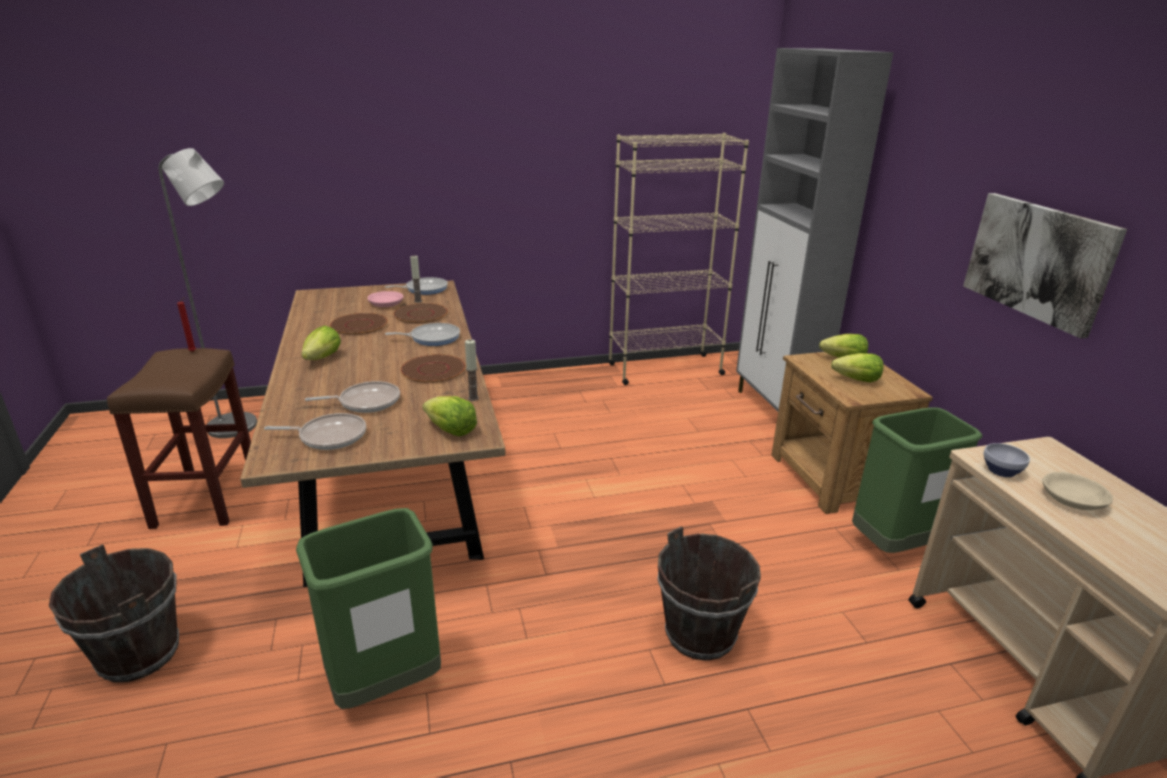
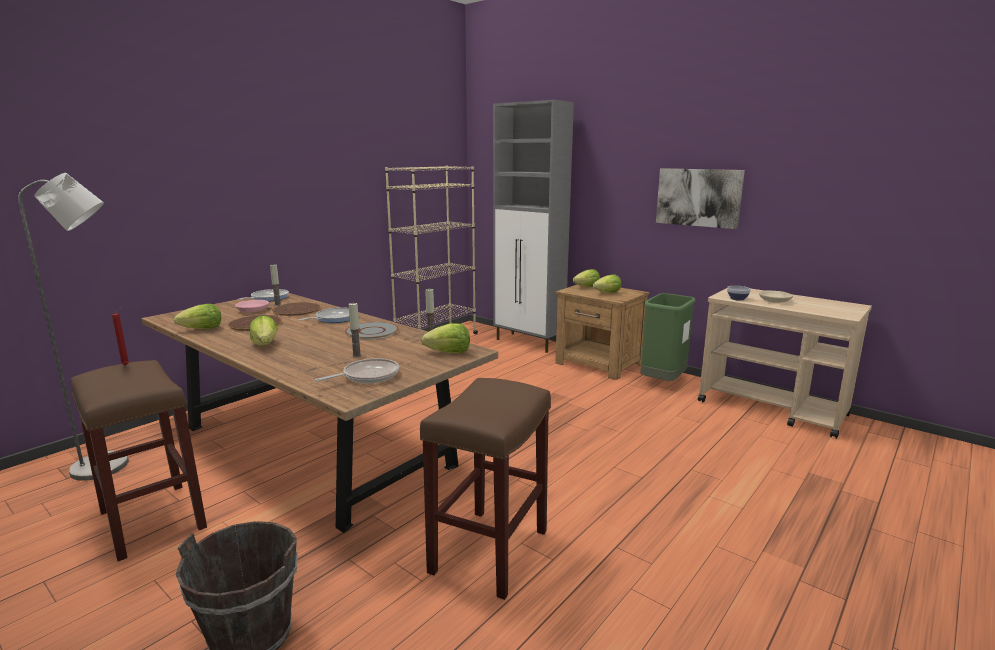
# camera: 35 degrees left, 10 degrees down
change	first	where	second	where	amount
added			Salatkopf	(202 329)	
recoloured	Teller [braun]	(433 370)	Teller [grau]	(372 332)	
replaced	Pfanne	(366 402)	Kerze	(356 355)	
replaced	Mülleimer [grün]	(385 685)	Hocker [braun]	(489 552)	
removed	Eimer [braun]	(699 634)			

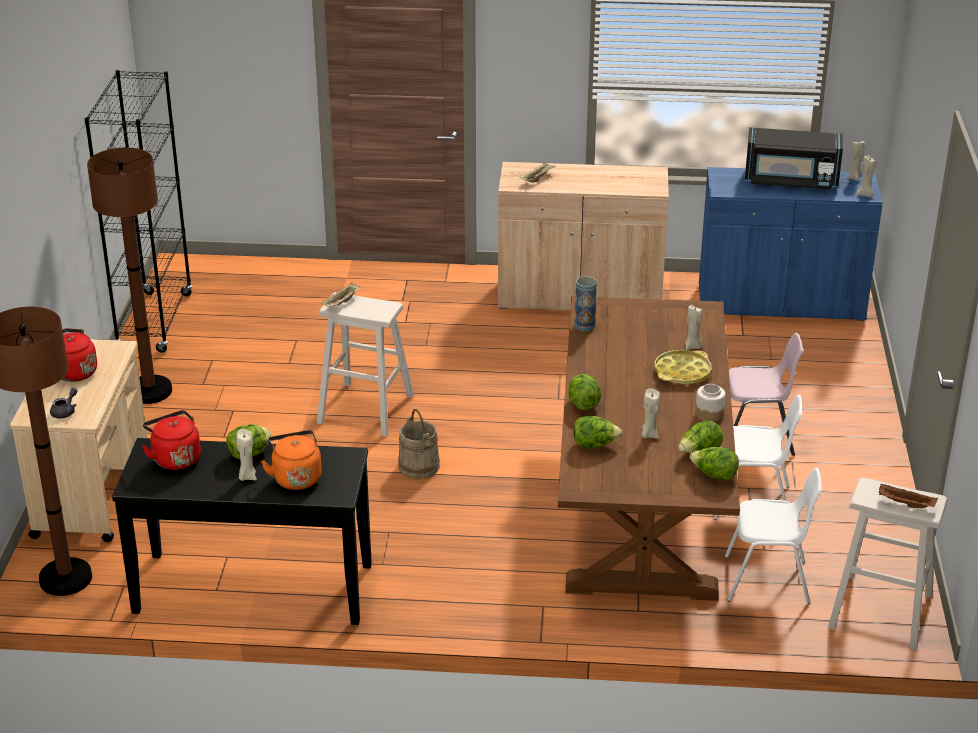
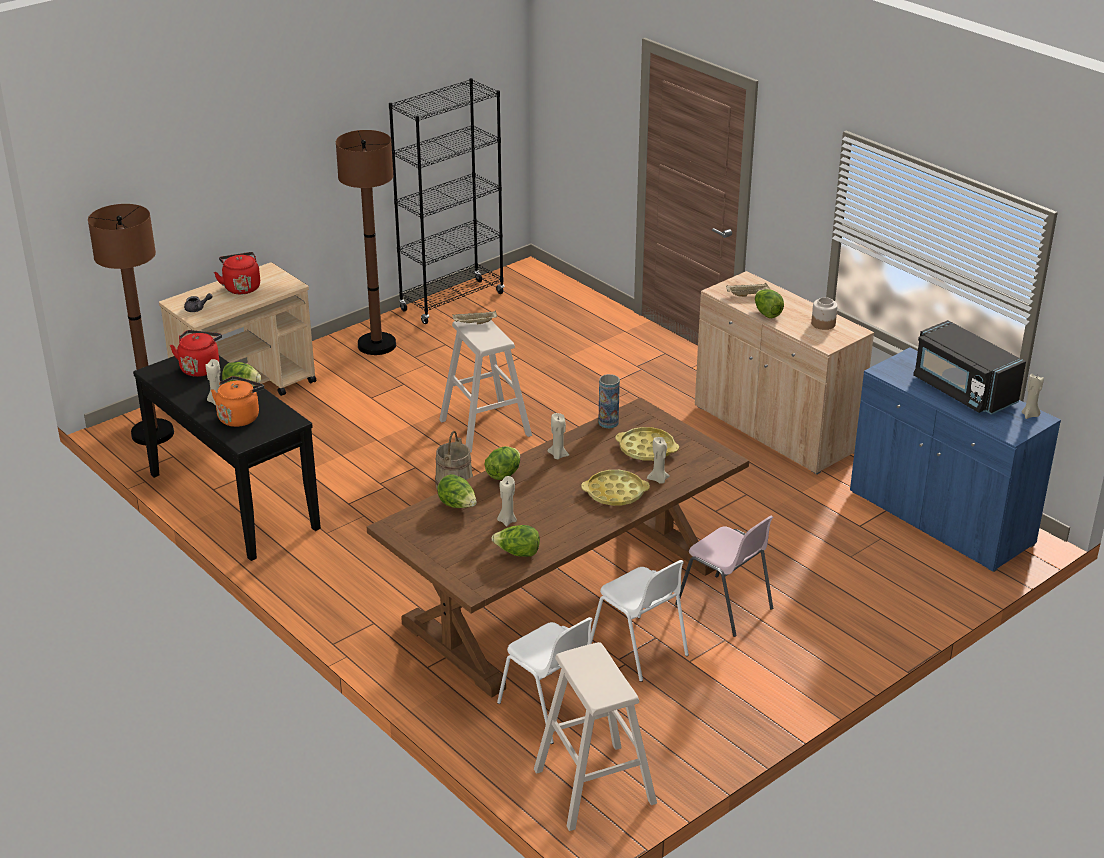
# camera: 45 degrees right, 0 degrees up
change	first	where	second	where	amount
moved	Kerze [beige]	(865 195)		(558 455)	
added			Tablett [gelb]	(646 449)	
moved	Salatkopf	(714 476)		(767 313)	
moved	Vorratsglas	(709 414)		(823 324)	
removed	Tablett [braun]	(905 504)			

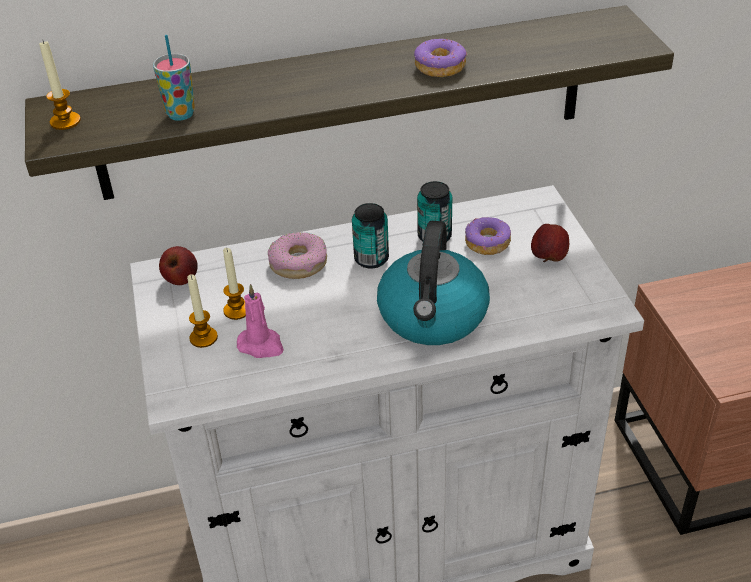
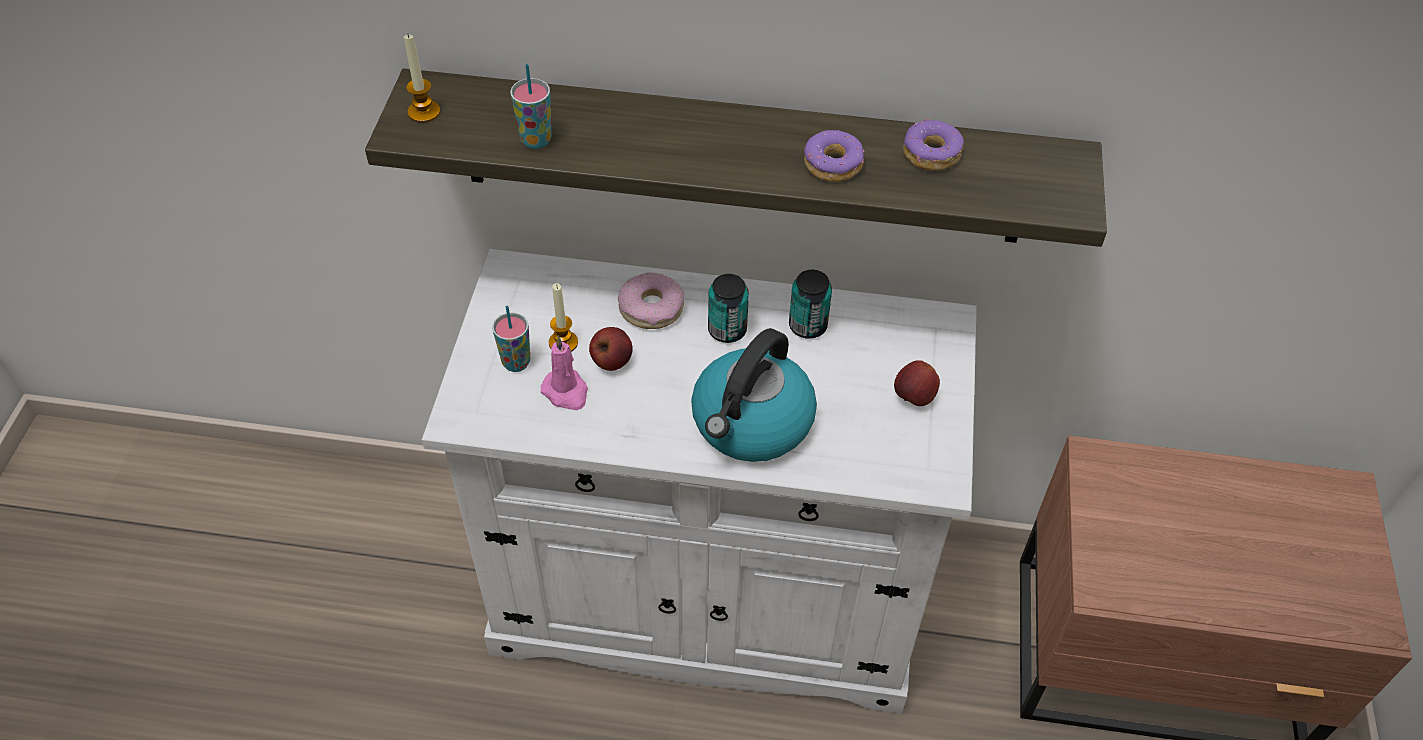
# camera: 20 degrees right, 10 degrees up
change	first	where	second	where	amount
replaced	Kerze	(203 338)	Tasse	(516 363)	
moved	Apfel	(181 280)		(611 362)	
moved	Donut	(487 243)		(931 154)	

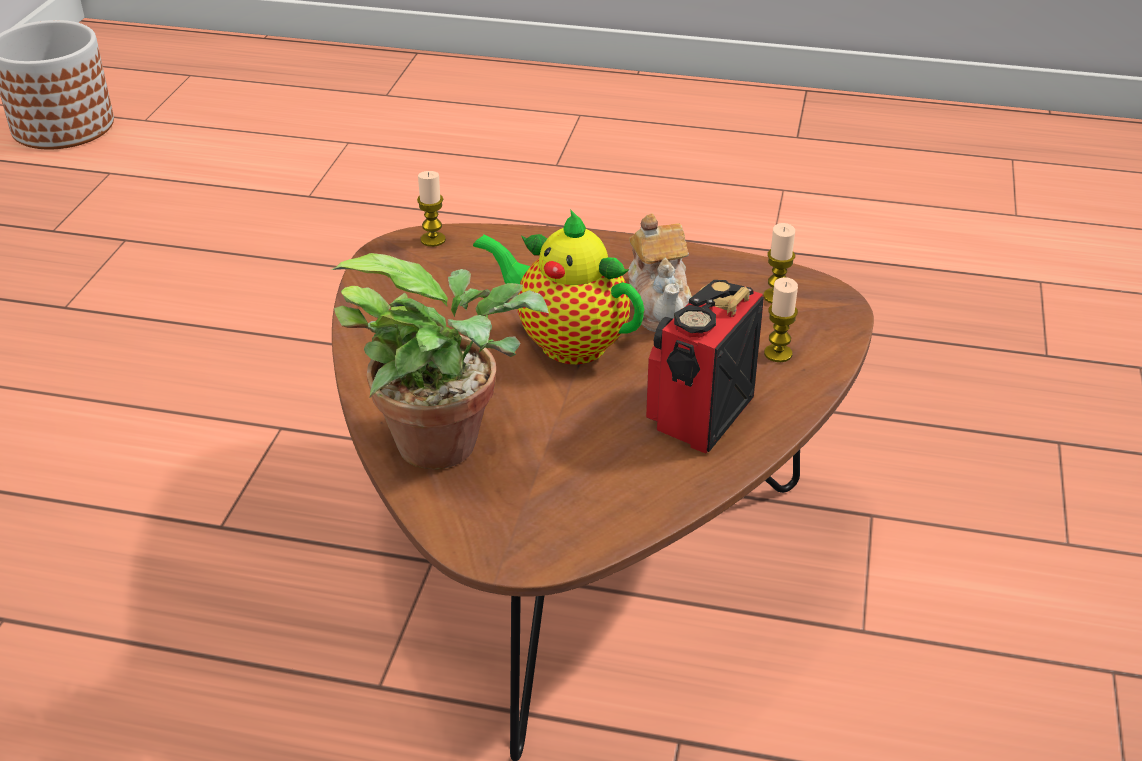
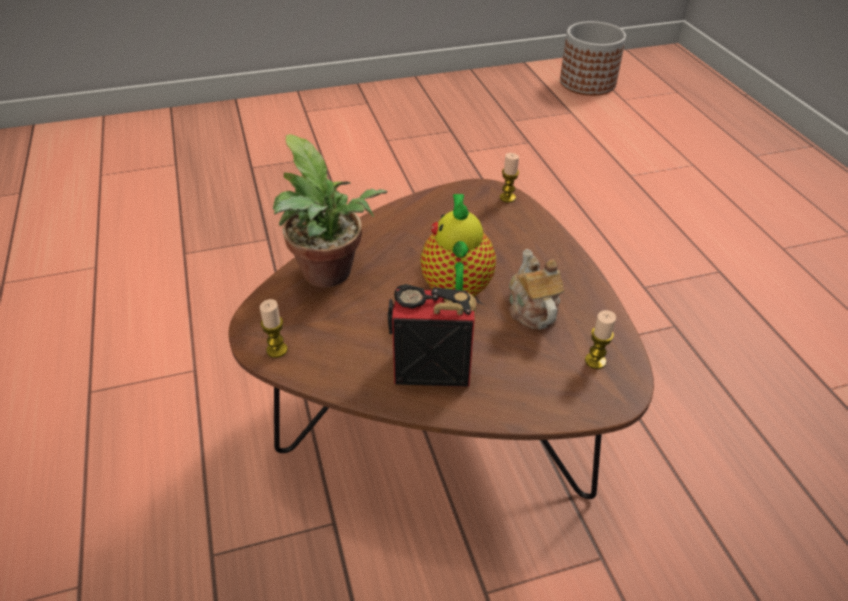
# camera: 60 degrees right, 5 degrees up
change	first	where	second	where	amount
moved	Kerze	(778 354)		(277 350)	
turned	Teekanne	(660 305)		(531 309)	120 degrees clockwise

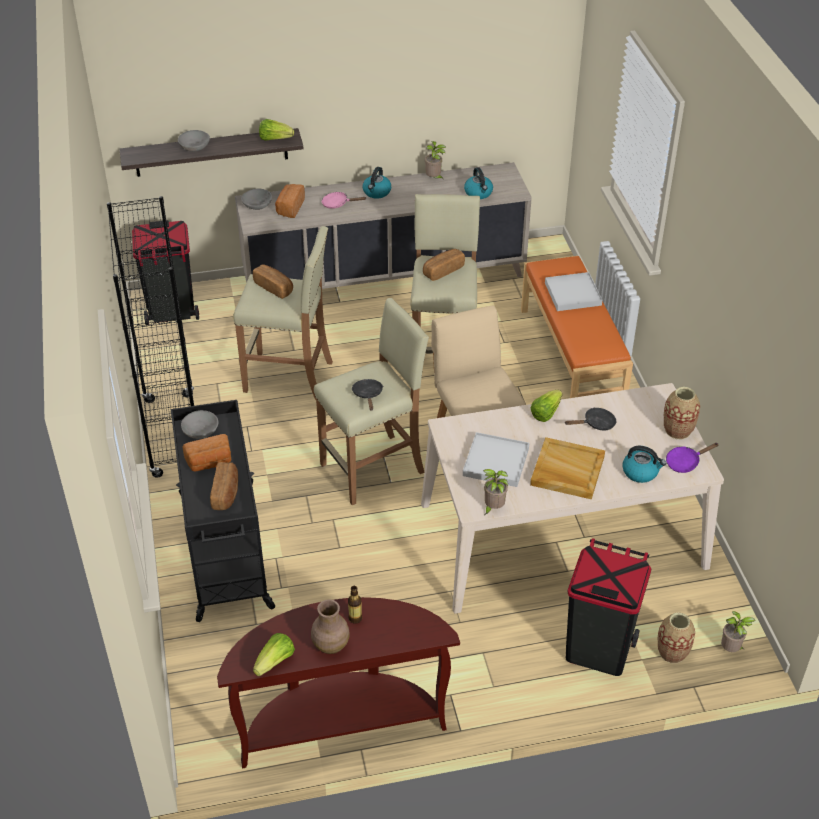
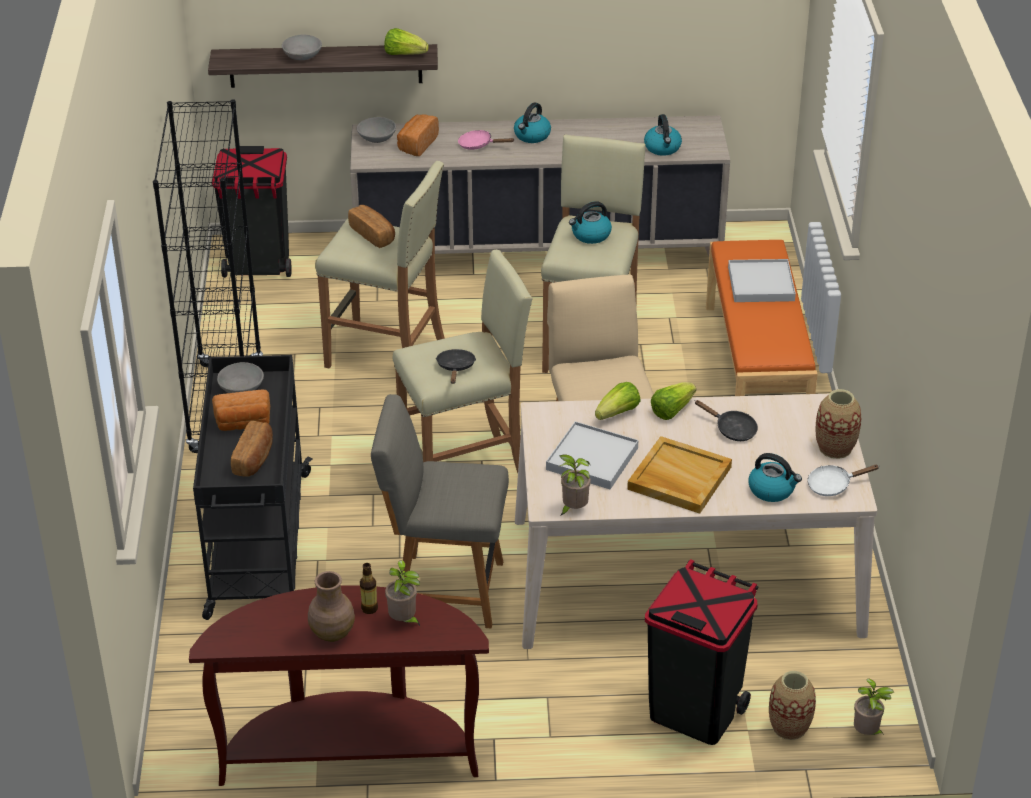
# camera: 10 degrees right, 5 degrees down
change	first	where	second	where	amount
added			Stuhl [grau]	(444 590)	
moved	Topfpflanze	(434 178)		(404 621)	
replaced	Brot	(443 270)	Wasserkessel	(590 235)	
moved	Salatkopf	(275 662)		(618 413)	
turned	Pfanne [schwarz]	(596 424)		(732 429)	45 degrees clockwise
recoloured	Pfanne [lila]	(685 462)	Pfanne [weiß]	(833 485)	

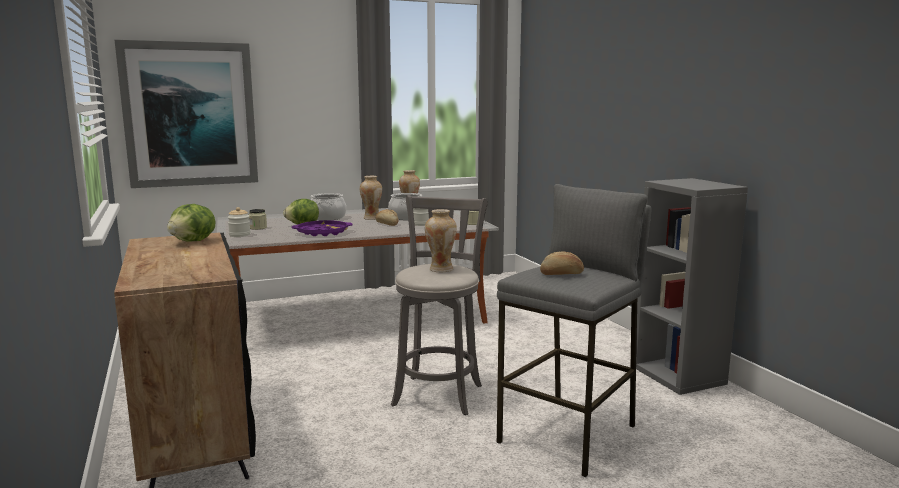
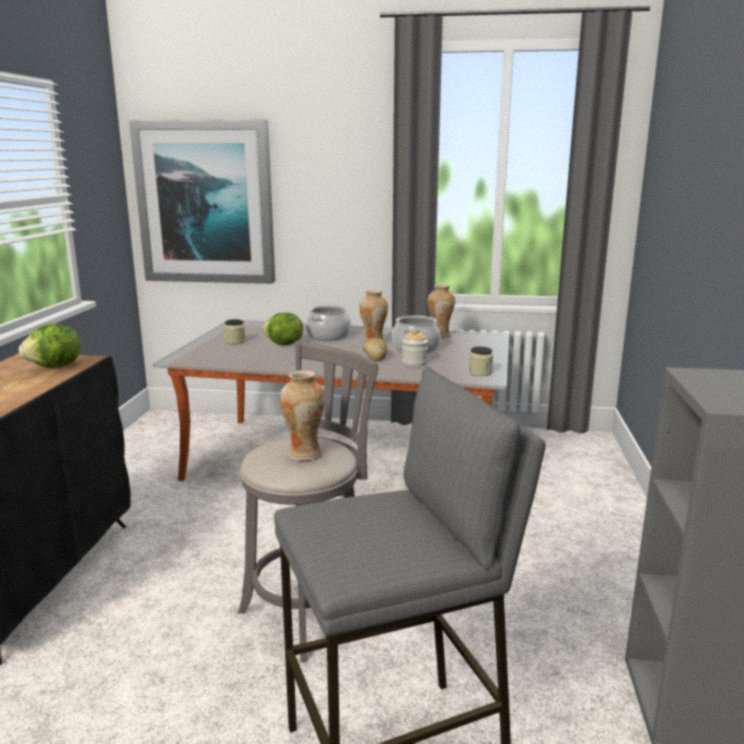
# camera: 30 degrees right, 5 degrees up
change	first	where	second	where	amount
removed	Vorratsglas	(239 235)			
removed	Tablett [lila]	(322 232)			
removed	Brot	(562 274)			

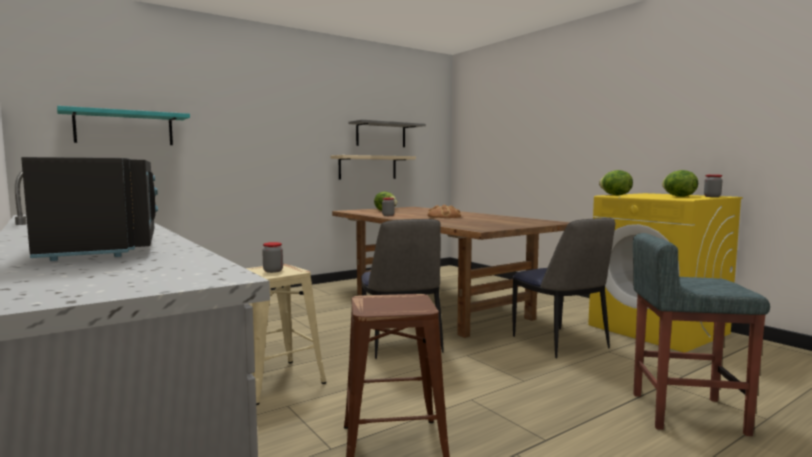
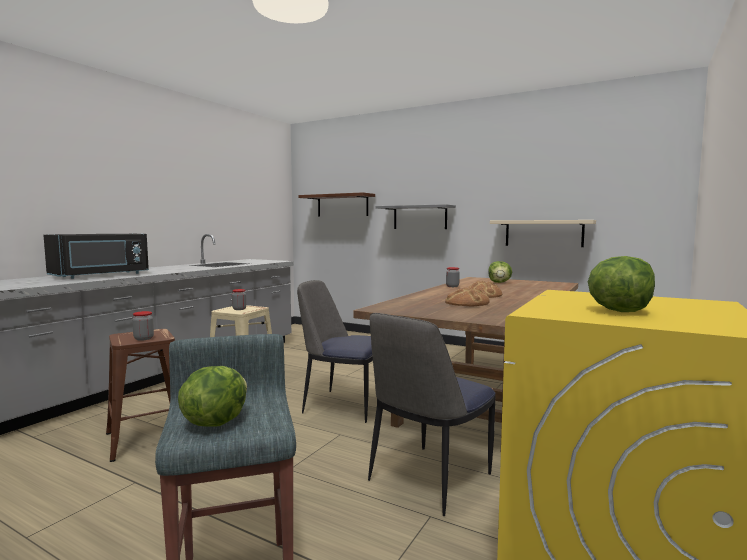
# camera: 65 degrees right, 0 degrees up
change	first	where	second	where	amount
moved	Vorratsglas	(712 196)		(143 338)	
moved	Salatkopf	(615 195)		(214 422)	
turned	Stuhl	(401 345)		(343 405)	60 degrees clockwise
recoloured	Wandregal [türkis]	(124 128)	Wandregal [braun]	(342 205)	
moved	Wandregal [grau]	(381 135)		(420 217)	
added			Brot	(467 303)	

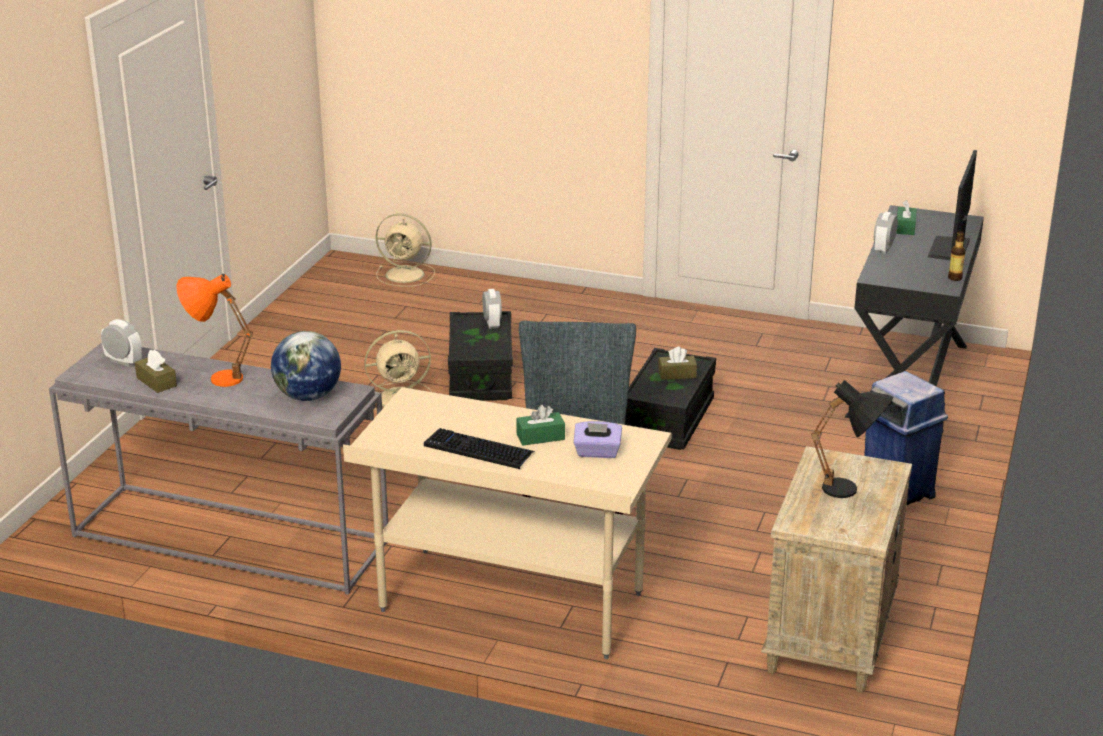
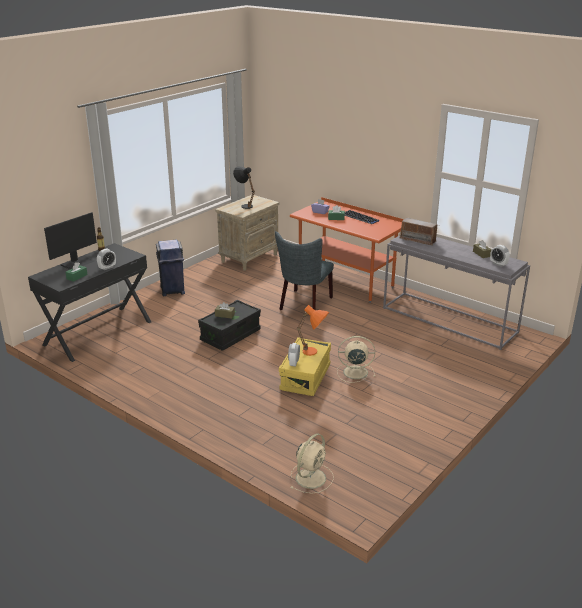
# camera: 160 degrees left, 0 degrees up
change	first	where	second	where	amount
recoloured	Aufbewahrungsbox [schwarz]	(481 376)	Aufbewahrungsbox [gelb]	(305 377)	
recoloured	Schreibtisch [beige]	(511 603)	Schreibtisch [orange]	(345 282)	
turned	Ventilator [beige]	(406 275)		(311 477)	90 degrees clockwise
moved	Tischlampe [orange]	(216 377)		(314 353)	
replaced	Globus	(308 396)	Radio	(418 240)	

